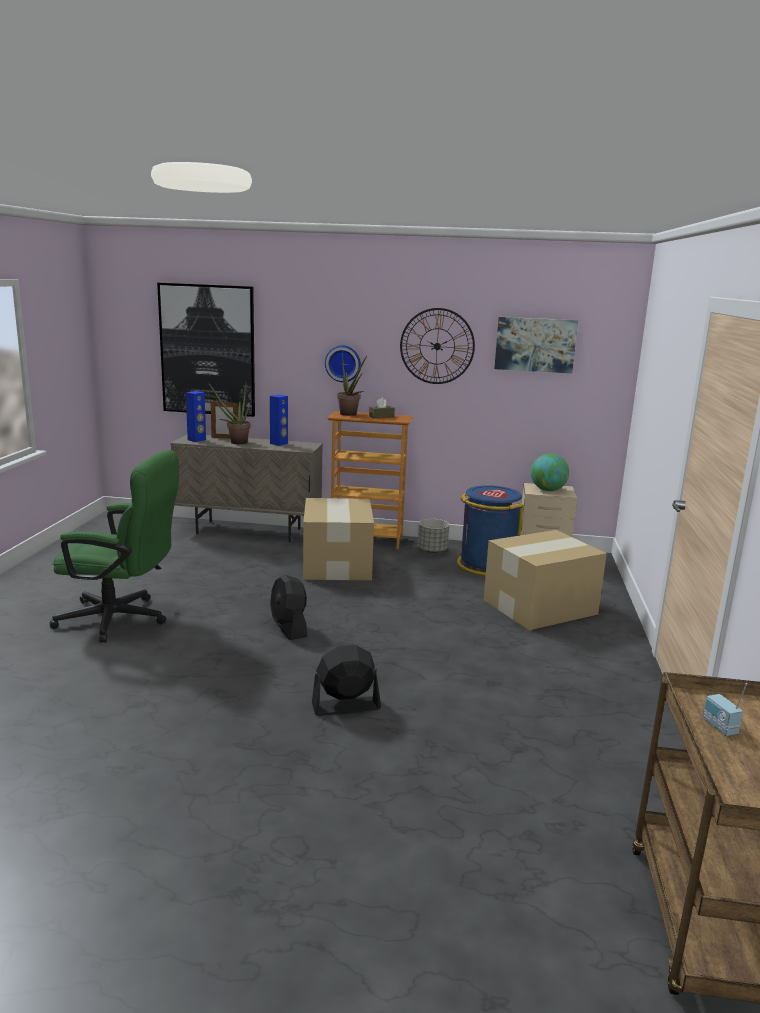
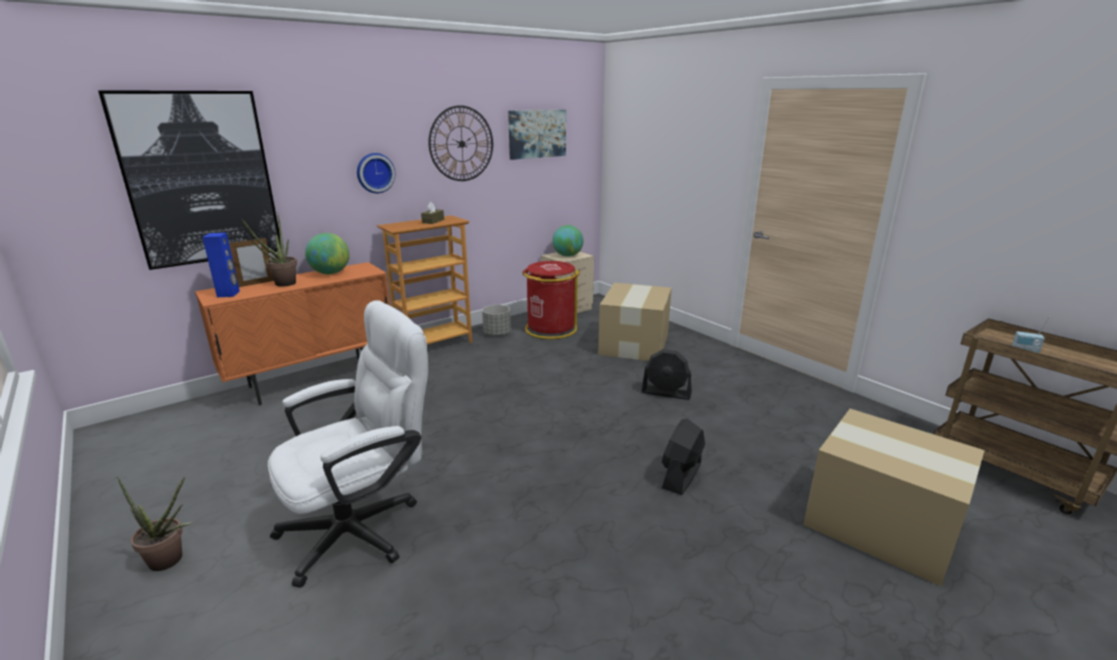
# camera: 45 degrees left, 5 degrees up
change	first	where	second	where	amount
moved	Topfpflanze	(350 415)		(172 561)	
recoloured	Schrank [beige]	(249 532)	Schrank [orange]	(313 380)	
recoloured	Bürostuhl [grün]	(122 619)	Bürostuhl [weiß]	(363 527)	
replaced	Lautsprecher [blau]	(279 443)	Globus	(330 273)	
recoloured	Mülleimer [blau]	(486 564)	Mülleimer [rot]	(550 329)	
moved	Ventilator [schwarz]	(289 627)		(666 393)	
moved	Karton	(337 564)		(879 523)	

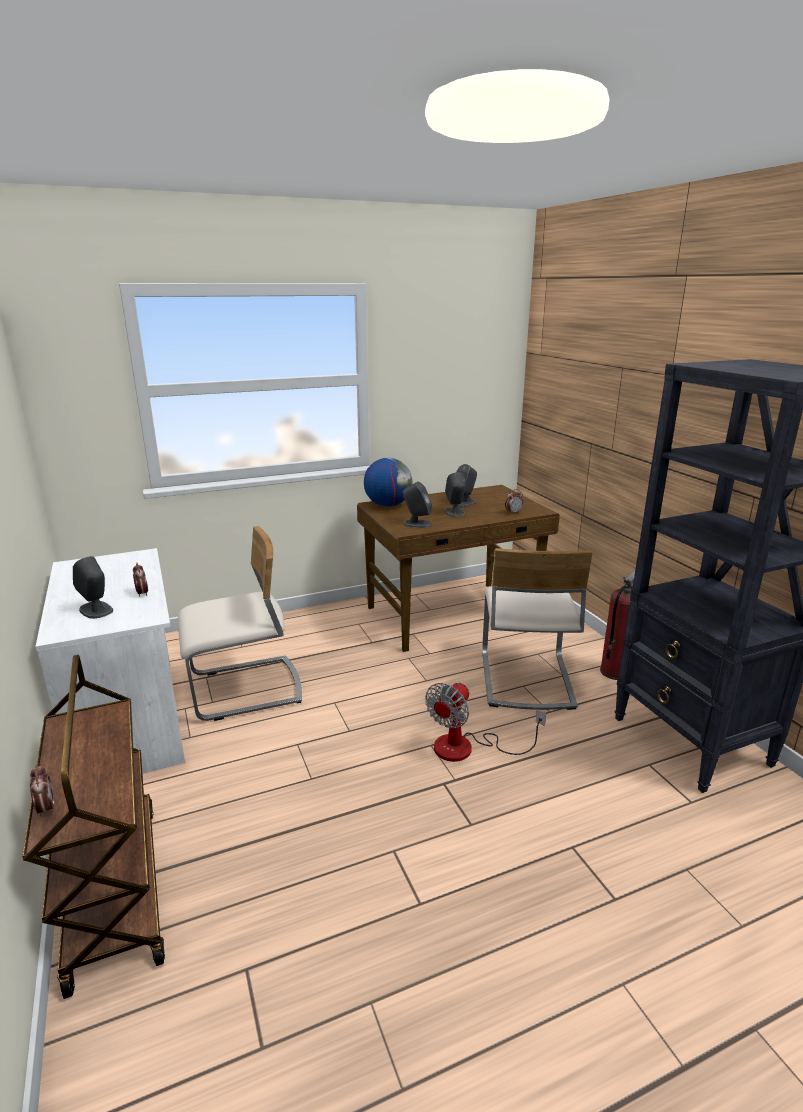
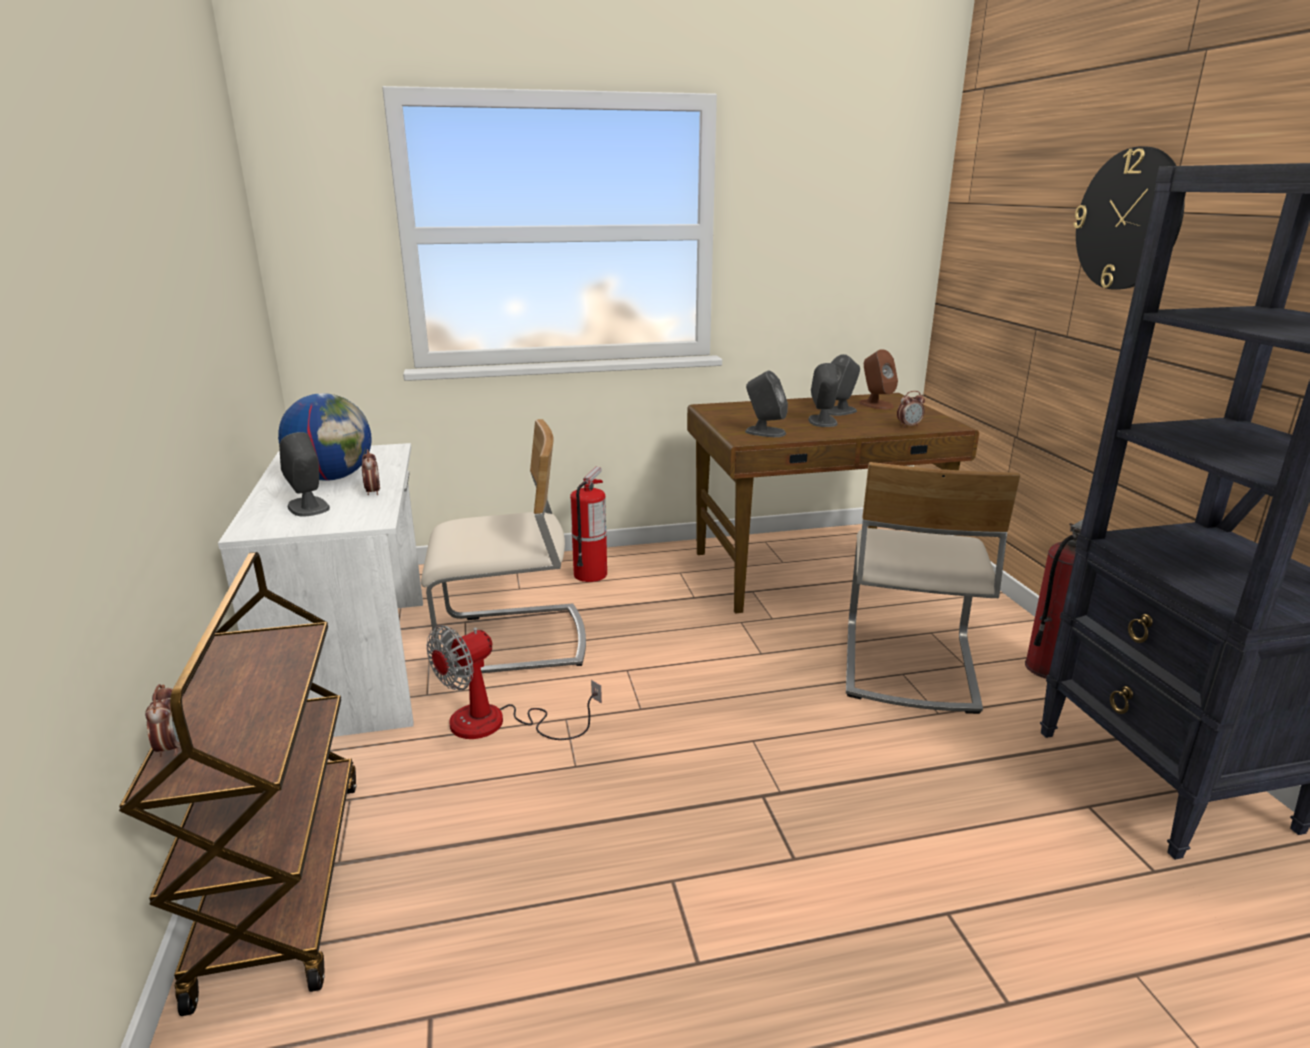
# camera: 10 degrees right, 0 degrees up
change	first	where	second	where	amount
moved	Globus	(388 505)		(332 477)	
moved	Ventilator	(467 748)		(496 724)	
added			Feuerlöscher	(590 574)	
added			Lautsprecher [braun]	(875 404)	
added			Wanduhr	(1128 220)	

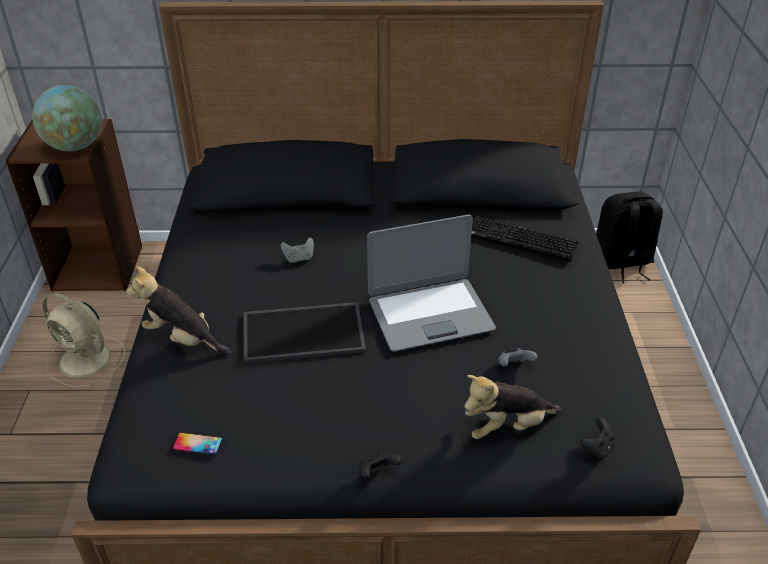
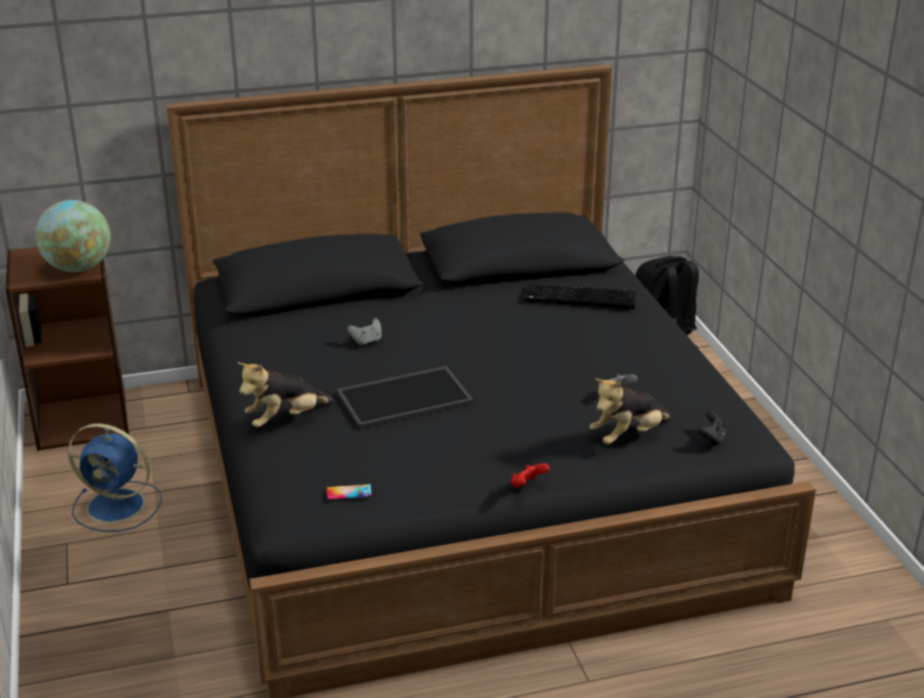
# camera: 15 degrees left, 10 degrees down
change	first	where	second	where	amount
recoloured	Ventilator [beige]	(86 360)	Ventilator [blau]	(118 506)	
turned	Plüschtier	(182 338)		(285 419)	45 degrees counterclockwise
recoloured	Gamepad [schwarz]	(377 473)	Gamepad [rot]	(527 486)	
removed	Laptop	(430 314)			

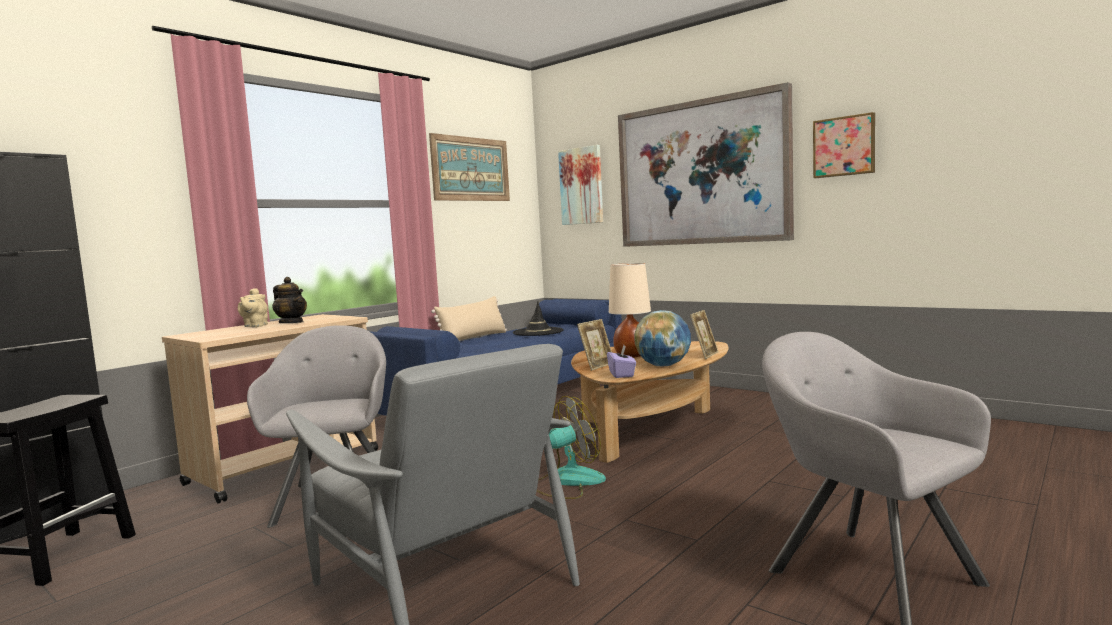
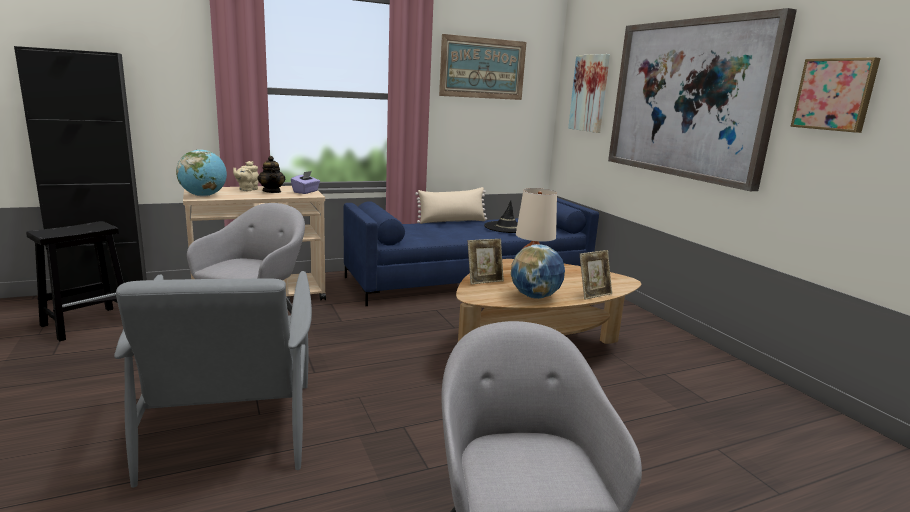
# camera: 25 degrees right, 10 degrees up
change	first	where	second	where	amount
added			Globus	(204 196)	
moved	Taschentuchbox [lila]	(622 374)		(306 192)	
removed	Ventilator	(567 482)			

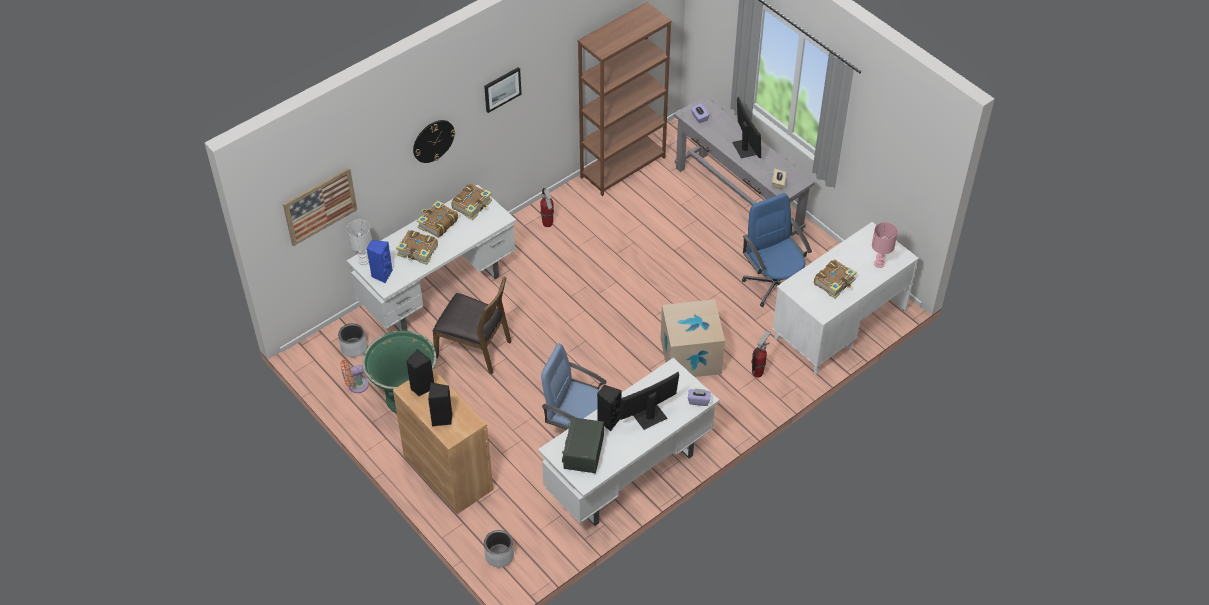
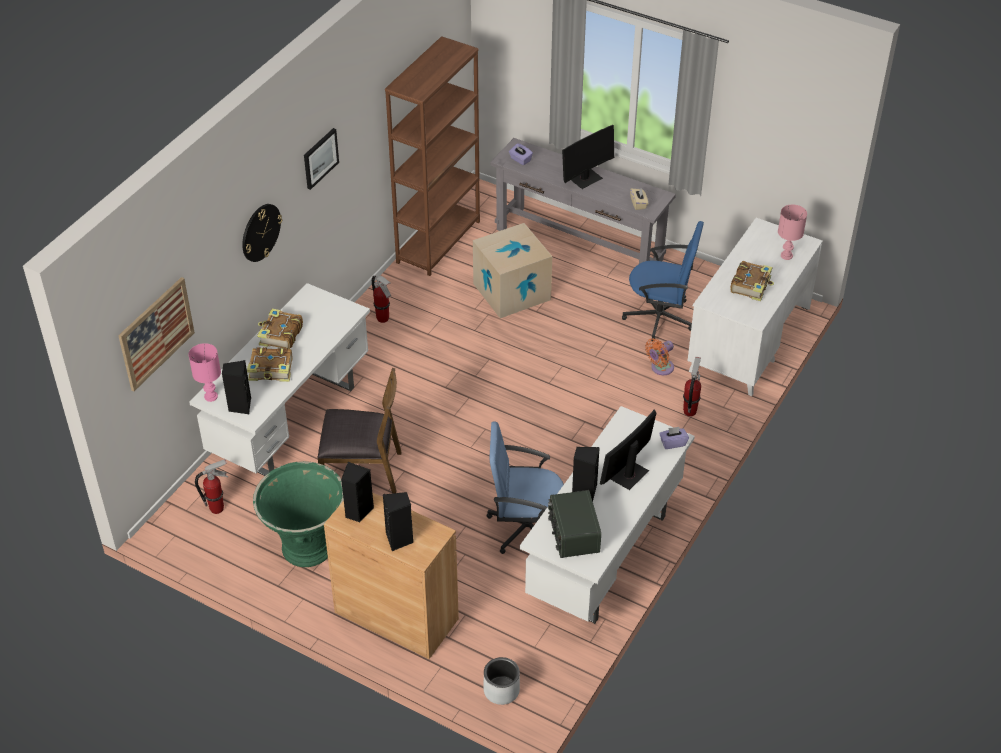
# camera: 20 degrees left, 5 degrees down
change	first	where	second	where	amount
recoloured	Tischlampe [weiß]	(364 261)	Tischlampe [rosa]	(211 397)	
replaced	Pflanzkübel [grau]	(354 347)	Feuerlöscher	(217 508)	
recoloured	Lautsprecher [blau]	(381 274)	Lautsprecher [schwarz]	(240 406)	
moved	Karton	(690 356)		(512 291)	
turned	Monitor	(745 149)		(585 179)	90 degrees clockwise
turned	Bürostuhl [blau]	(774 284)		(660 317)	150 degrees clockwise
moved	Ventilator [orange]	(356 385)		(660 368)	
removed	Buch	(472 205)			

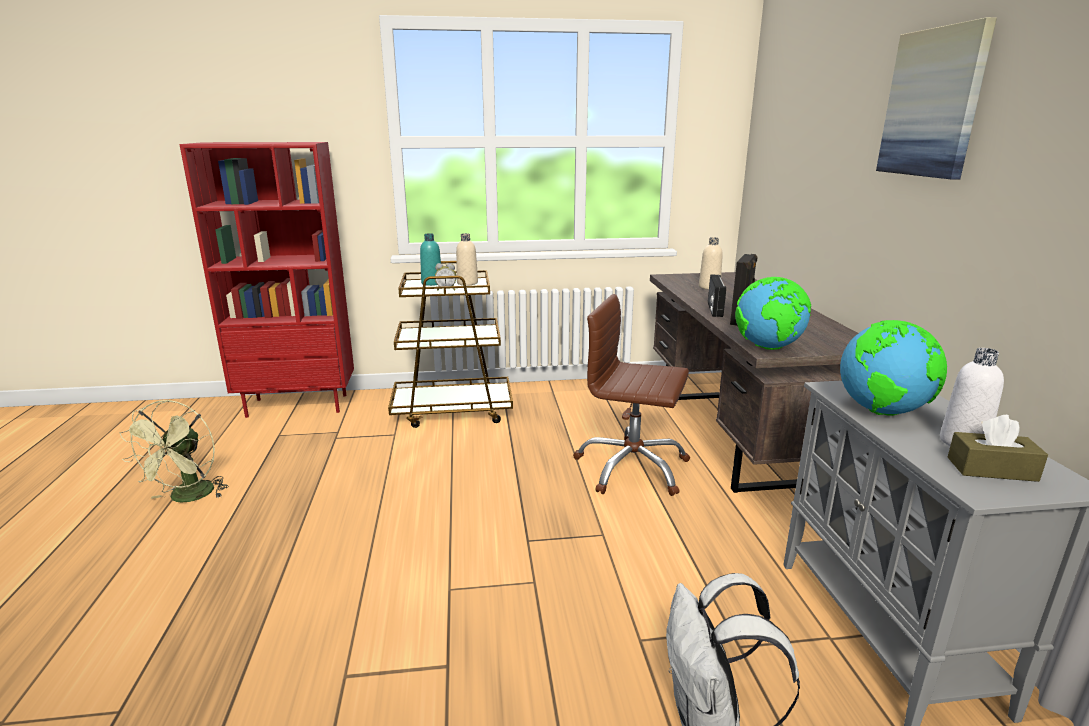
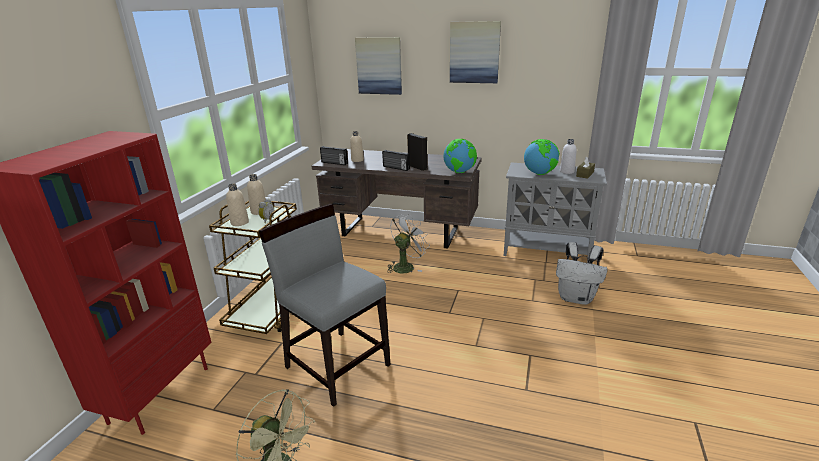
# camera: 65 degrees left, 5 degrees up
change	first	where	second	where	amount
recoloured	Flasche [türkis]	(432 283)	Flasche [beige]	(240 222)	
added			Stuhl [grau]	(337 365)	
added			Radio	(334 163)	
added			Bild	(379 66)	
replaced	Bürostuhl [braun]	(631 468)	Ventilator [weiß]	(406 266)	

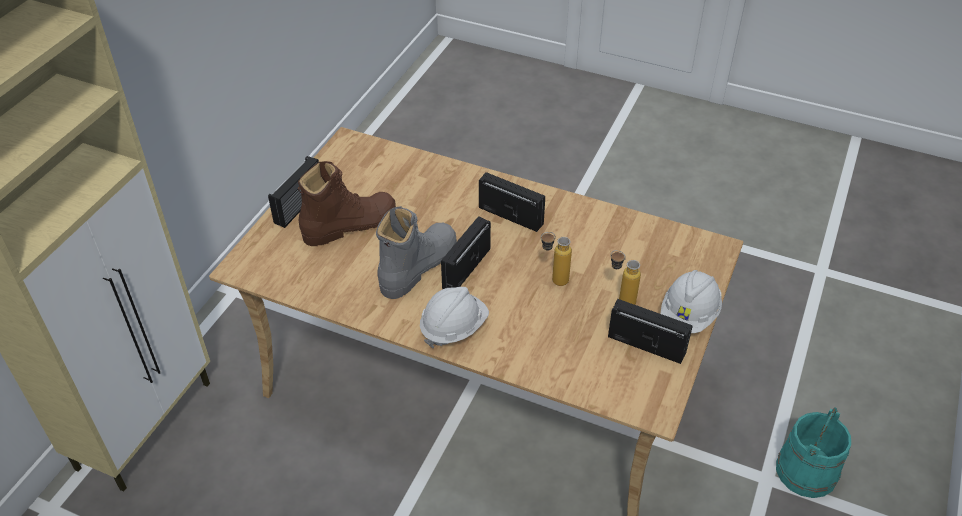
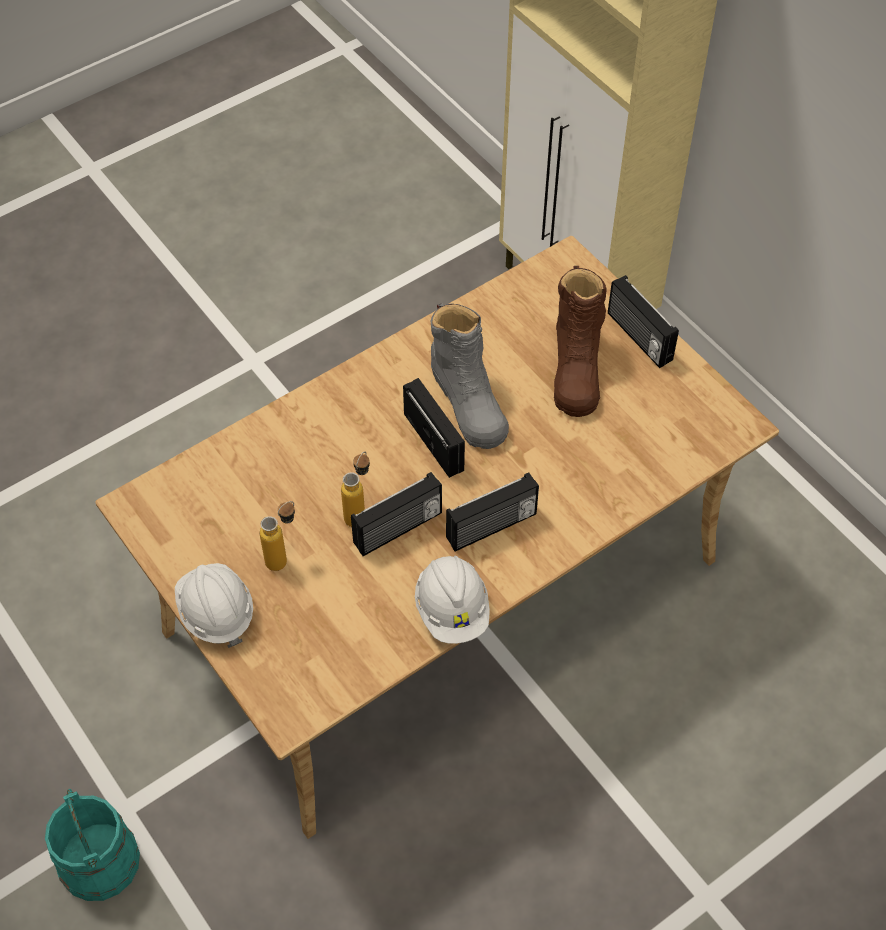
# camera: 120 degrees right, 10 degrees up
change	first	where	second	where	amount
moved	Radio	(646 344)		(399 529)	
moved	Schutzhelm [weiß]	(453 327)		(452 610)	

